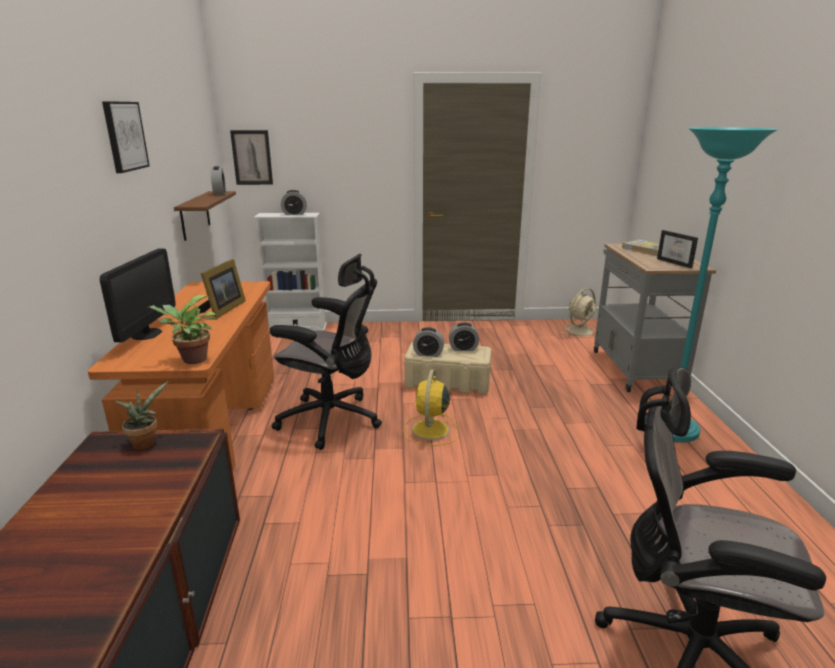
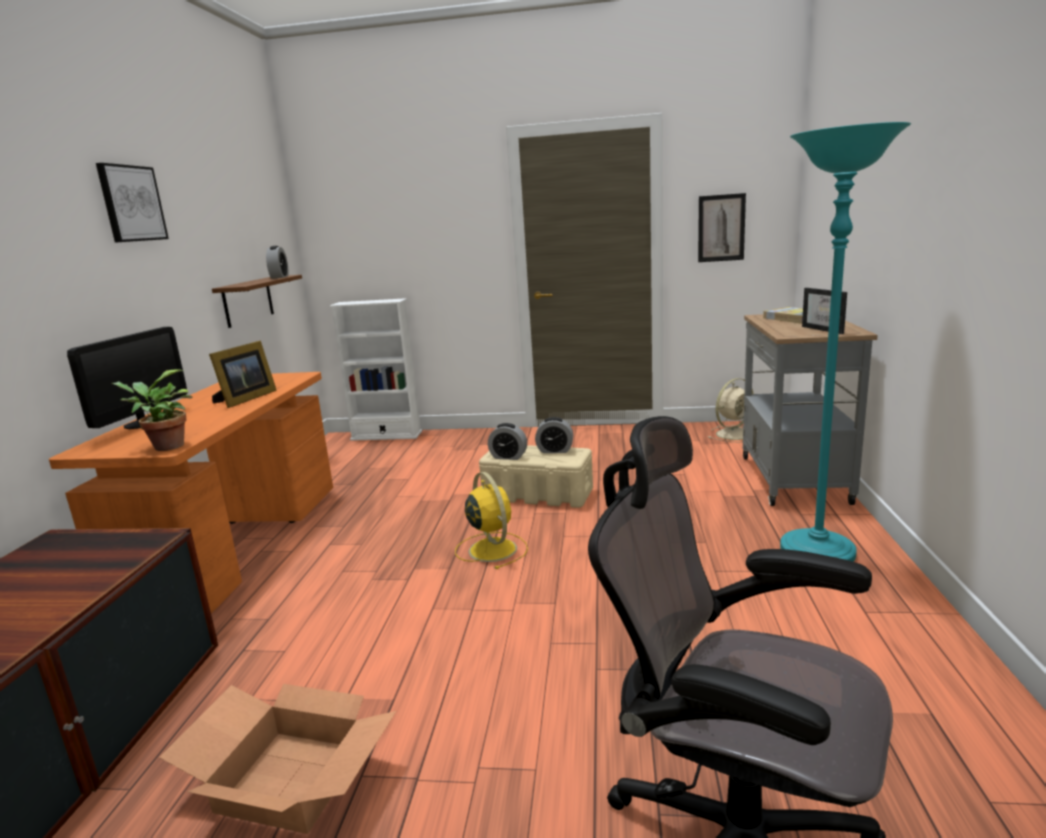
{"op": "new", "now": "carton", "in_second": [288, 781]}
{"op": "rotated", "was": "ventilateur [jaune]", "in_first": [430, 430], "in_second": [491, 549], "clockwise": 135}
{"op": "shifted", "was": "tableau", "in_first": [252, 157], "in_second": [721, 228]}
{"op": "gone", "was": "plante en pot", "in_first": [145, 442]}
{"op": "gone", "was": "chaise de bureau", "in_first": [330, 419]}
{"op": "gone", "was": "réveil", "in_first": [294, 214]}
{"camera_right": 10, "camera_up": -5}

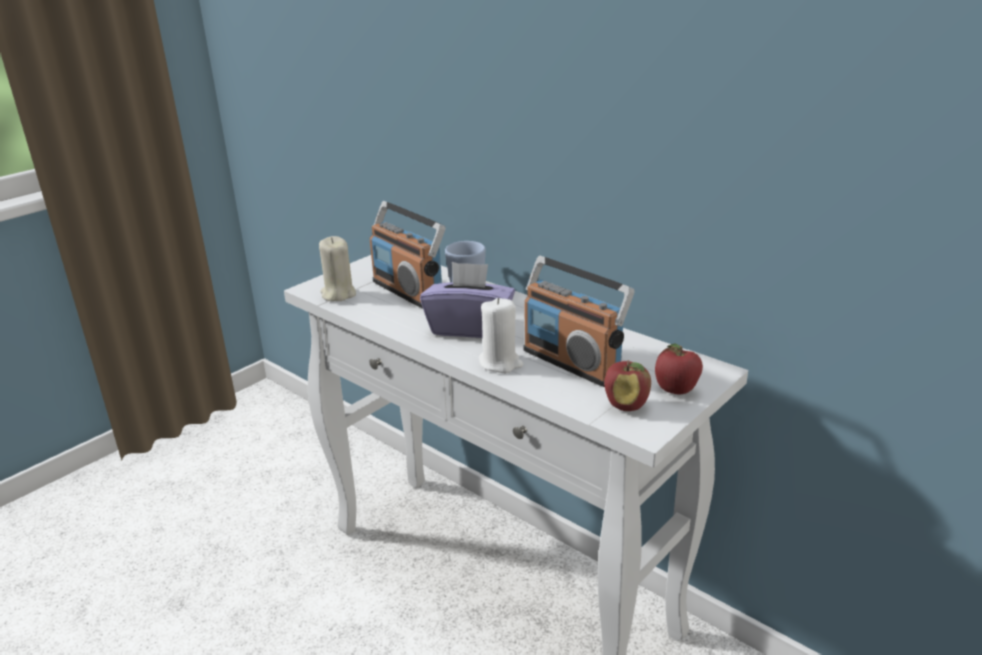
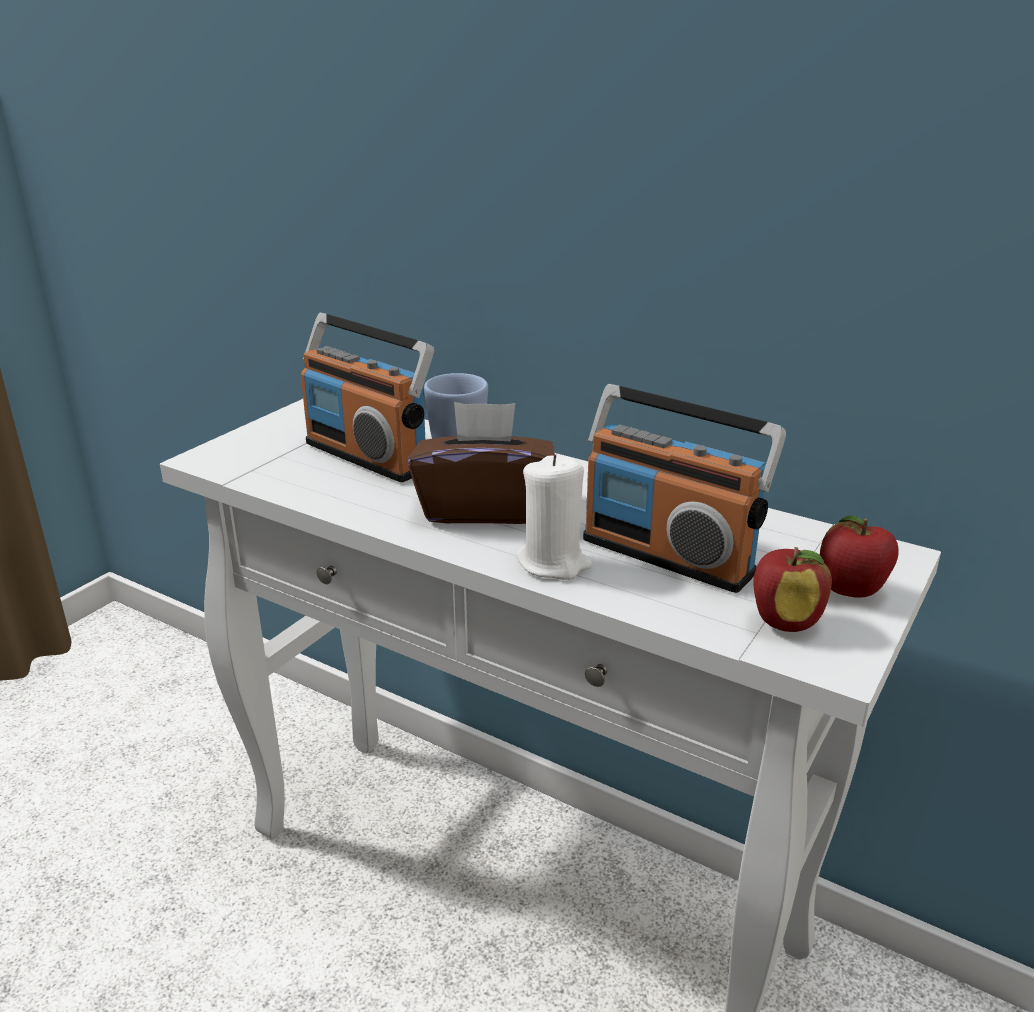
{"op": "repainted", "was": "boîte à mouchoirs [violet]", "now": "boîte à mouchoirs [marron]", "in_first": [470, 327], "in_second": [485, 508]}
{"op": "gone", "was": "bougie [beige]", "in_first": [338, 294]}
{"camera_right": -10, "camera_up": 0}

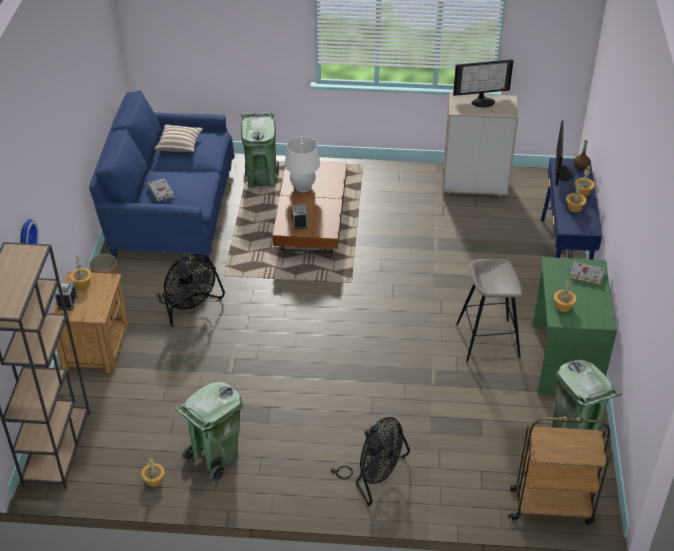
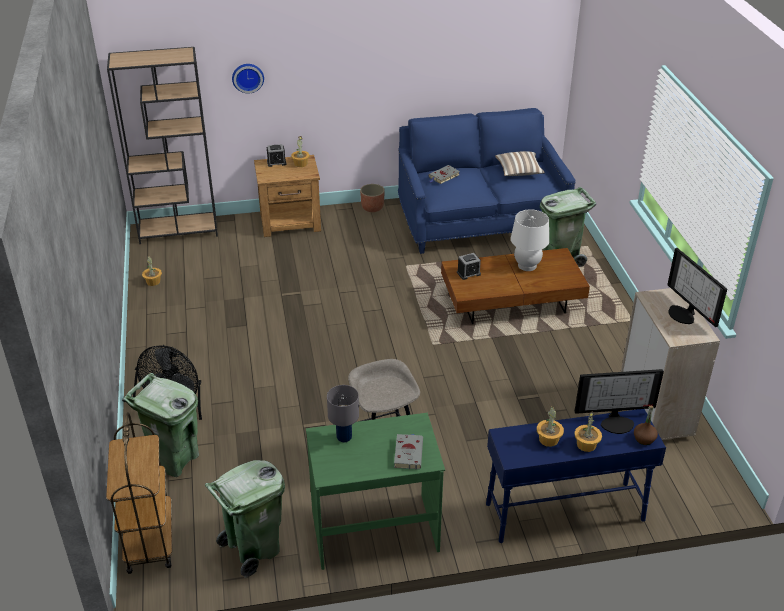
{"op": "shifted", "was": "poubelle [vert]", "in_first": [215, 458], "in_second": [174, 460]}
{"op": "swapped", "was": "plante en pot", "now": "lampe de table [gris]", "in_first": [563, 306], "in_second": [343, 438]}
{"op": "gone", "was": "ventilateur [noir]", "in_first": [187, 306]}
{"camera_right": 75, "camera_up": -5}

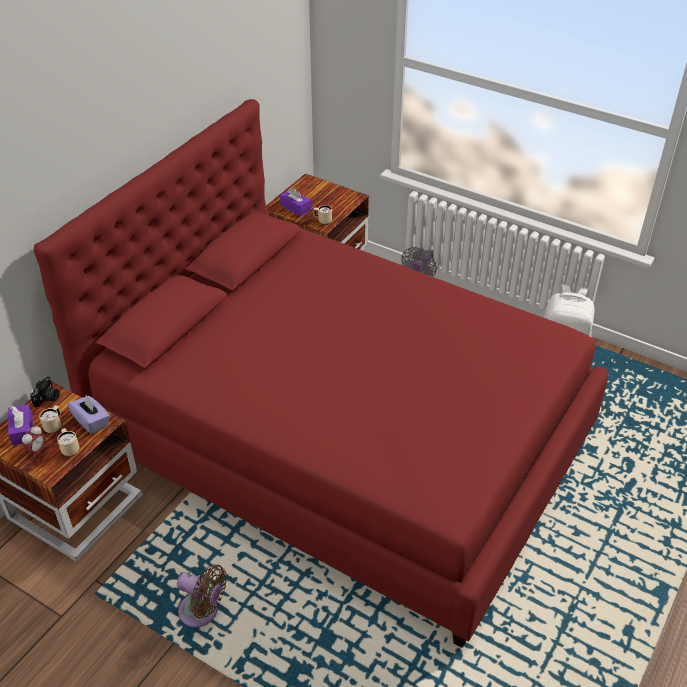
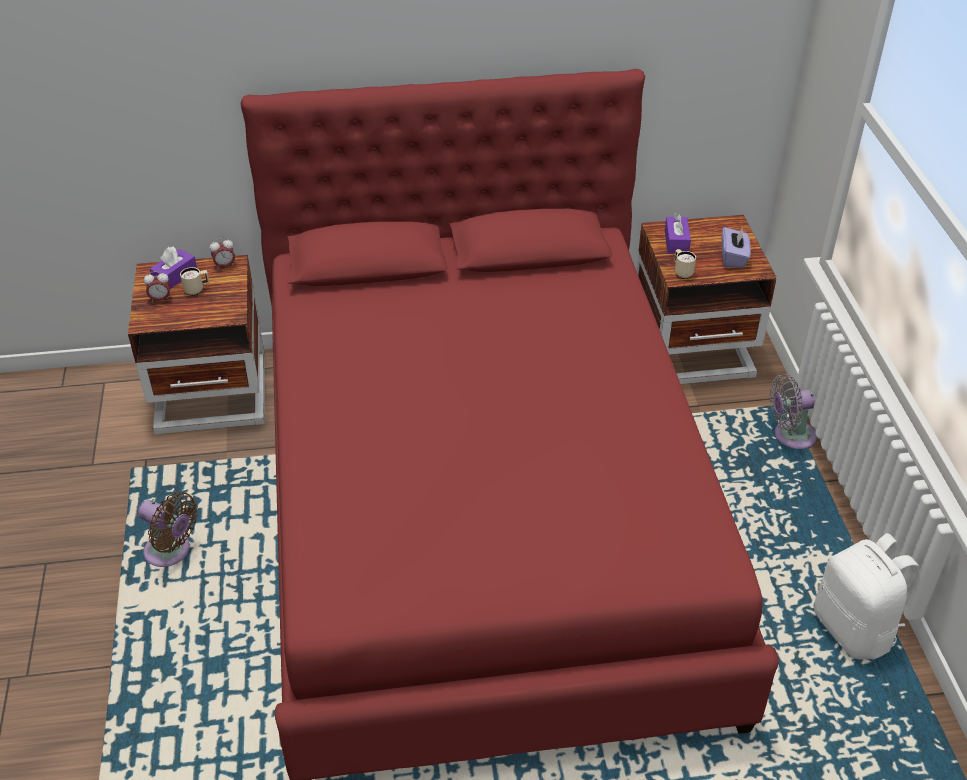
{"op": "rotated", "was": "ventilateur [marron]", "in_first": [202, 612], "in_second": [171, 552], "clockwise": -45}
{"op": "swapped", "was": "appareil photo", "now": "réveil", "in_first": [48, 398], "in_second": [225, 266]}
{"op": "shifted", "was": "boîte à mouchoirs [violet]", "in_first": [92, 422], "in_second": [733, 258]}
{"op": "gone", "was": "mug [beige]", "in_first": [70, 449]}
{"camera_right": 50, "camera_up": 0}

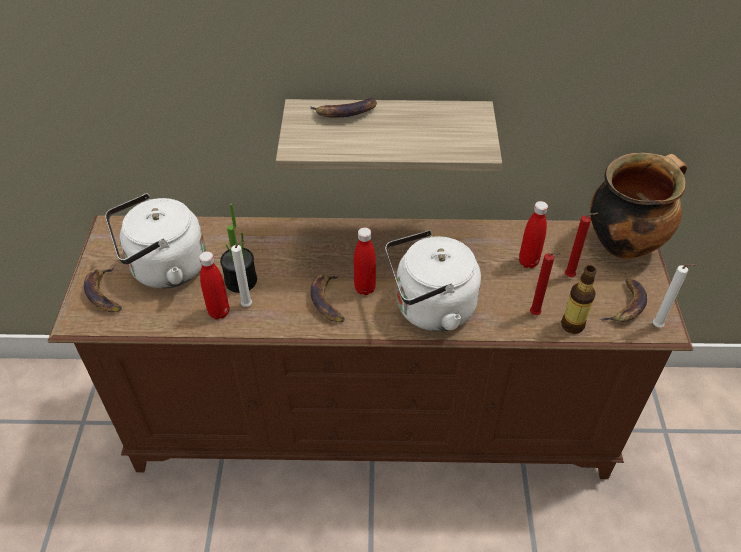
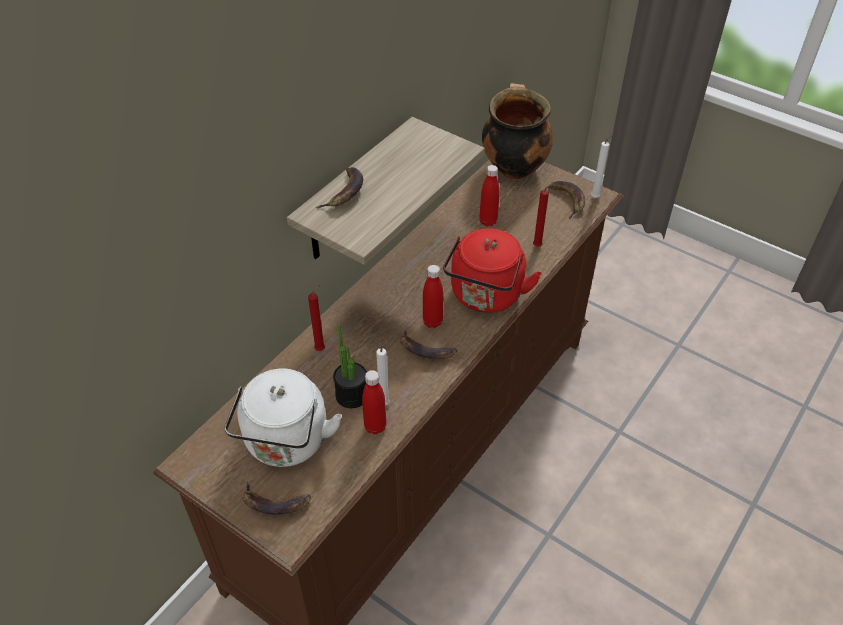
{"op": "shifted", "was": "bougie [rouge]", "in_first": [571, 276], "in_second": [321, 349]}
{"op": "repainted", "was": "bouilloire [blanc]", "now": "bouilloire [rouge]", "in_first": [429, 309], "in_second": [485, 296]}
{"op": "gone", "was": "bouteille", "in_first": [572, 325]}
{"camera_right": -55, "camera_up": 0}

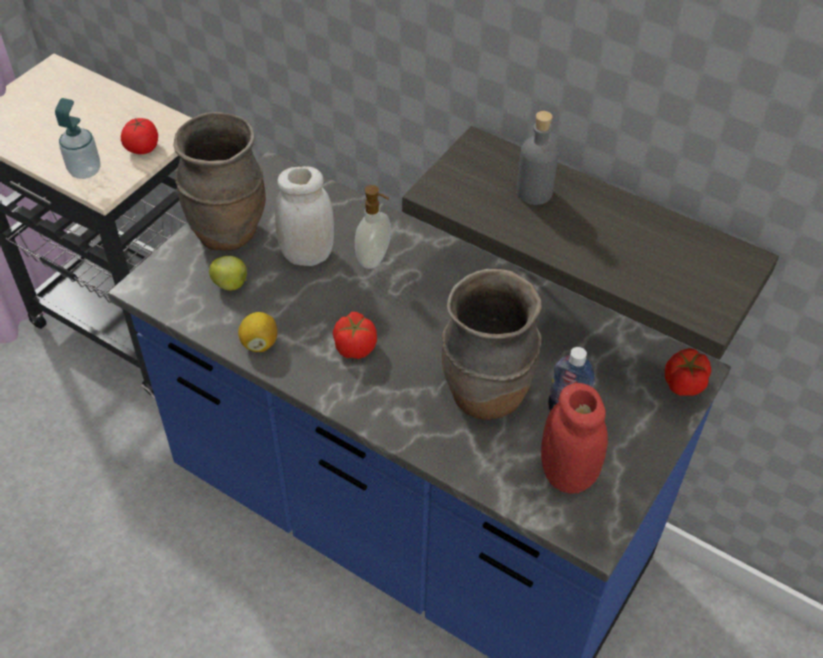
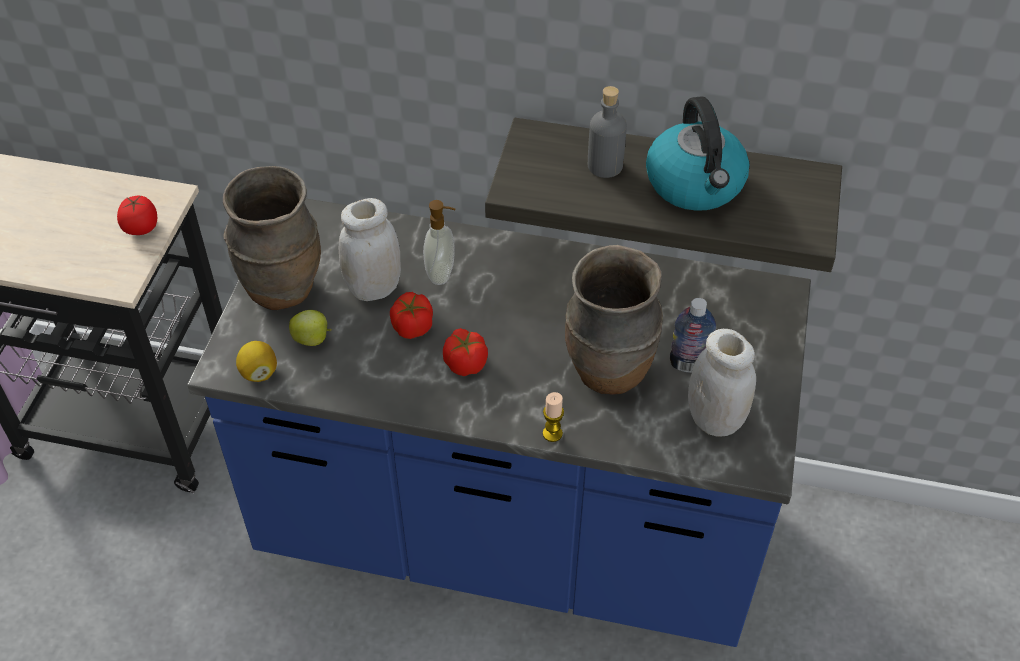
{"op": "shifted", "was": "citron", "in_first": [259, 343], "in_second": [259, 372]}
{"op": "shifted", "was": "tomate", "in_first": [683, 383], "in_second": [412, 327]}
{"op": "new", "now": "bougie", "in_second": [552, 433]}
{"op": "new", "now": "bouilloire", "in_second": [696, 184]}
{"op": "repainted", "was": "bocal [rouge]", "now": "bocal [blanc]", "in_first": [567, 474], "in_second": [715, 419]}
{"op": "gone", "was": "distributeur de savon", "in_first": [85, 170]}
{"camera_right": -20, "camera_up": 0}

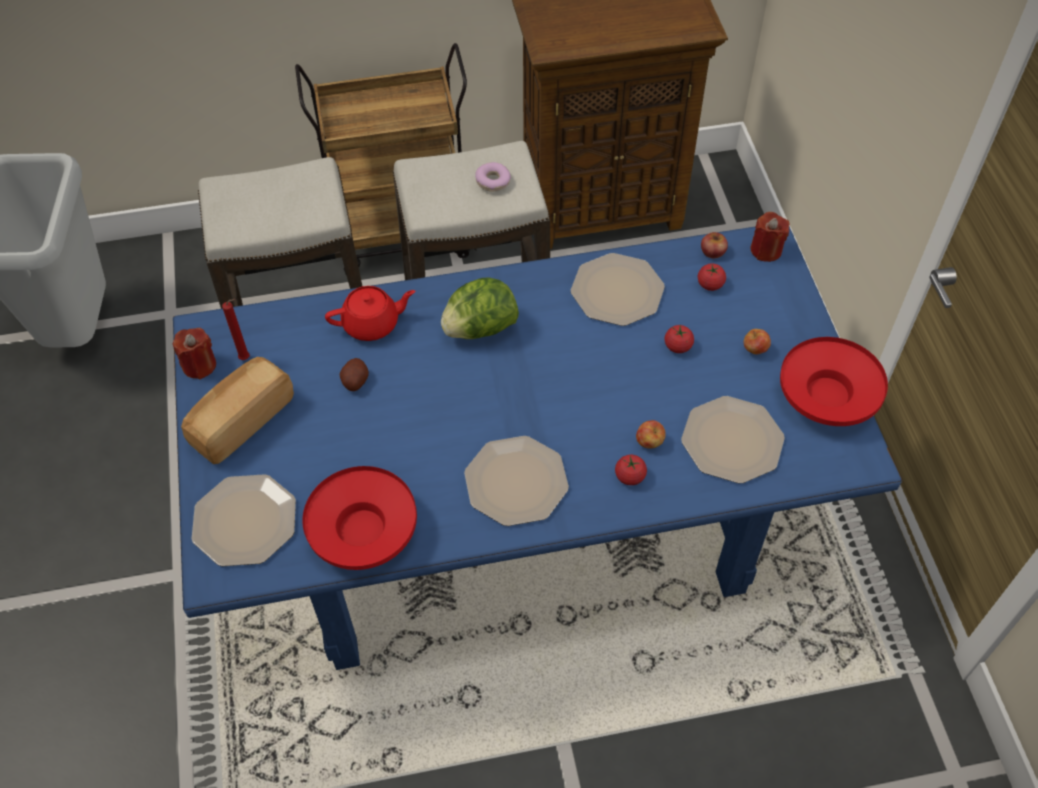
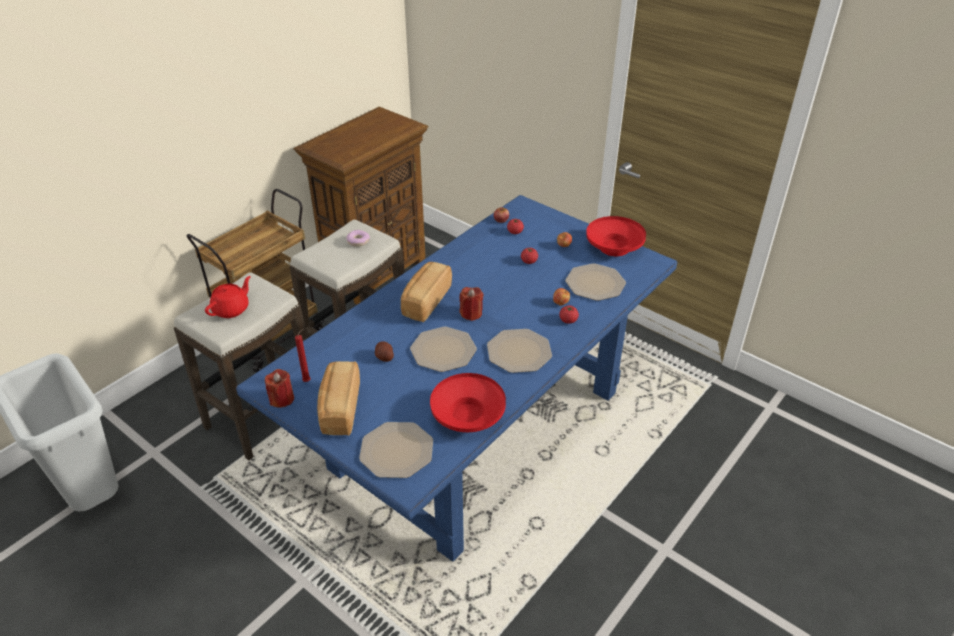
{"op": "shifted", "was": "théière [rouge]", "in_first": [372, 324], "in_second": [232, 309]}
{"op": "swapped", "was": "laitue", "now": "pain", "in_first": [480, 328], "in_second": [425, 302]}
{"op": "shifted", "was": "assiette", "in_first": [618, 290], "in_second": [443, 350]}
{"op": "shifted", "was": "bougie [rouge]", "in_first": [766, 250], "in_second": [471, 313]}
{"camera_right": -40, "camera_up": -15}

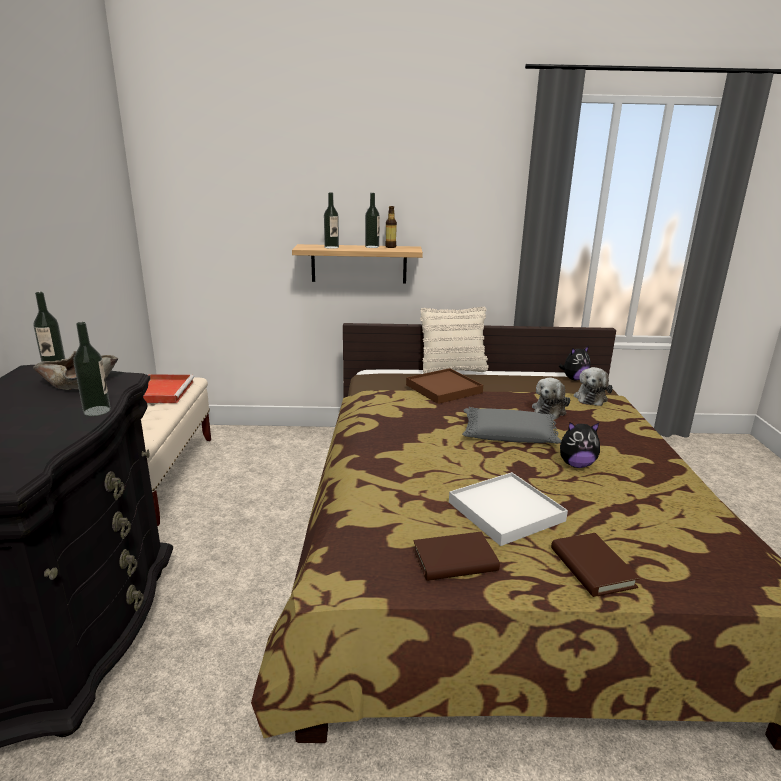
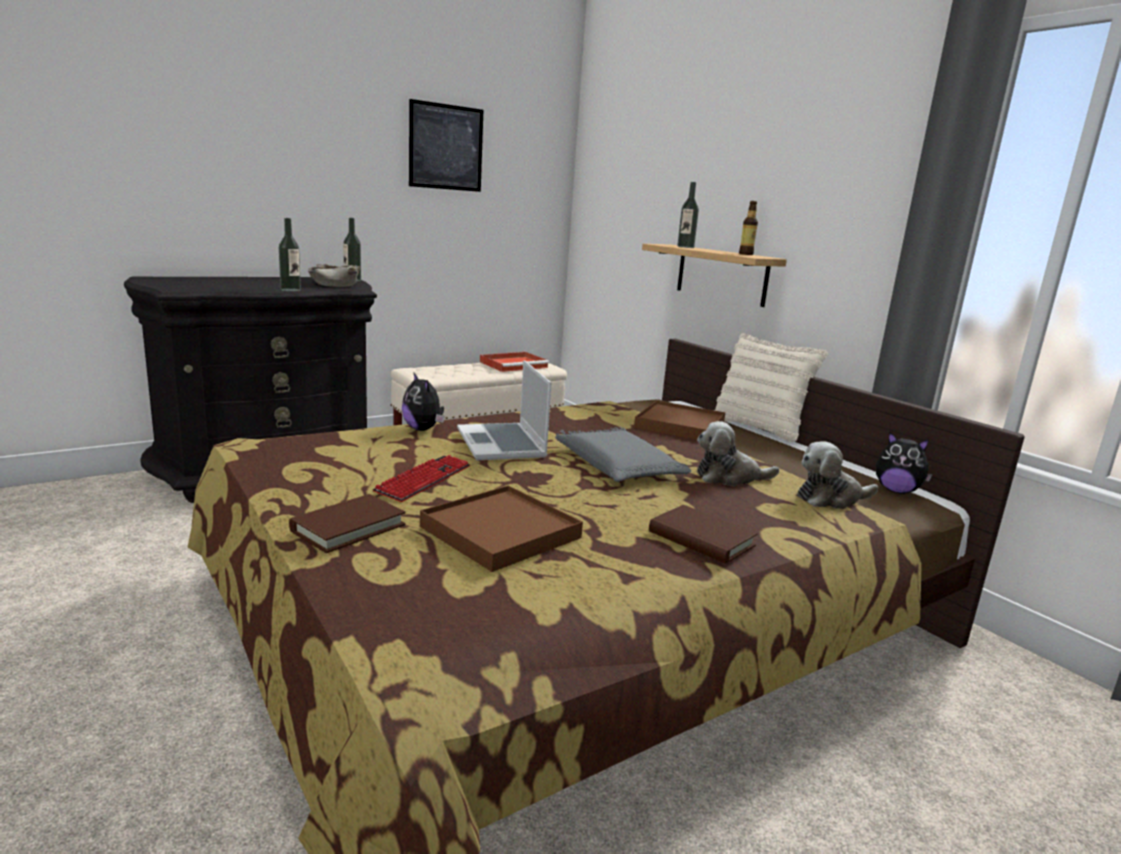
{"op": "swapped", "was": "plateau [blanc]", "now": "clavier", "in_first": [505, 511], "in_second": [424, 479]}
{"op": "shifted", "was": "peluche", "in_first": [576, 464], "in_second": [423, 429]}
{"op": "new", "now": "tableau", "in_second": [446, 147]}
{"op": "new", "now": "plateau [marron]", "in_second": [500, 532]}
{"op": "new", "now": "ordinateur portable", "in_second": [502, 444]}
{"op": "shifted", "was": "livre [marron]", "in_first": [455, 560], "in_second": [701, 539]}
{"op": "gone", "was": "bouteille", "in_first": [372, 246]}
{"camera_right": 55, "camera_up": -5}

